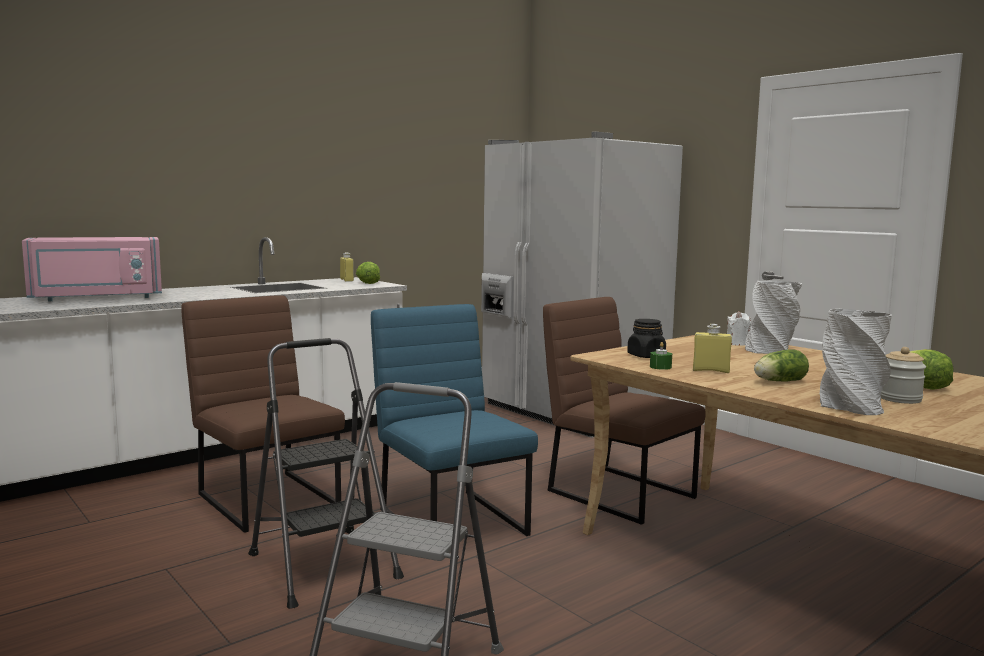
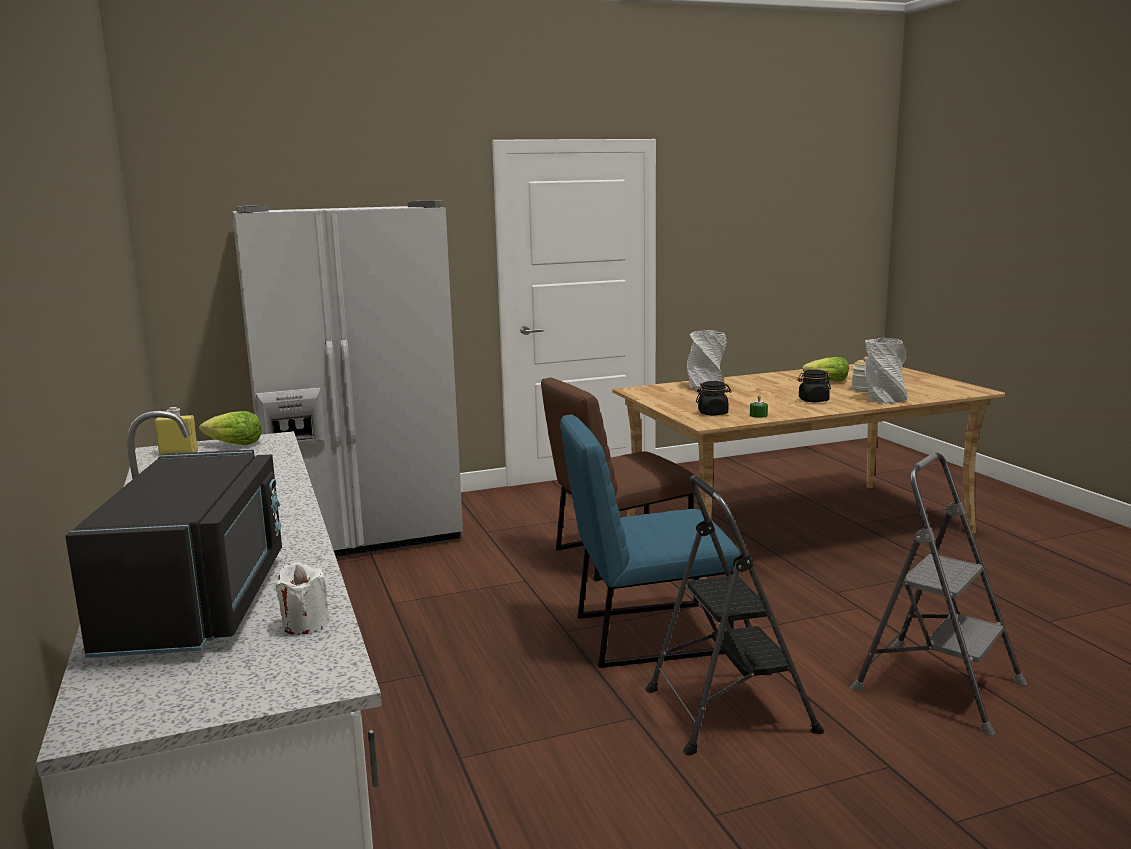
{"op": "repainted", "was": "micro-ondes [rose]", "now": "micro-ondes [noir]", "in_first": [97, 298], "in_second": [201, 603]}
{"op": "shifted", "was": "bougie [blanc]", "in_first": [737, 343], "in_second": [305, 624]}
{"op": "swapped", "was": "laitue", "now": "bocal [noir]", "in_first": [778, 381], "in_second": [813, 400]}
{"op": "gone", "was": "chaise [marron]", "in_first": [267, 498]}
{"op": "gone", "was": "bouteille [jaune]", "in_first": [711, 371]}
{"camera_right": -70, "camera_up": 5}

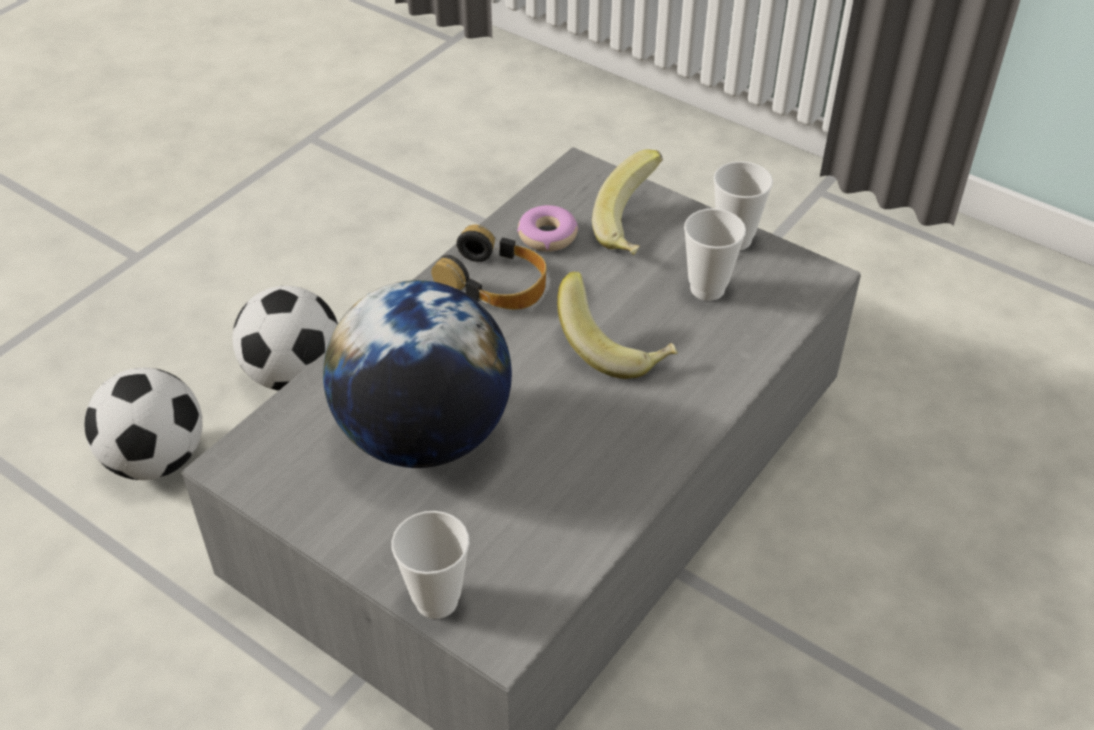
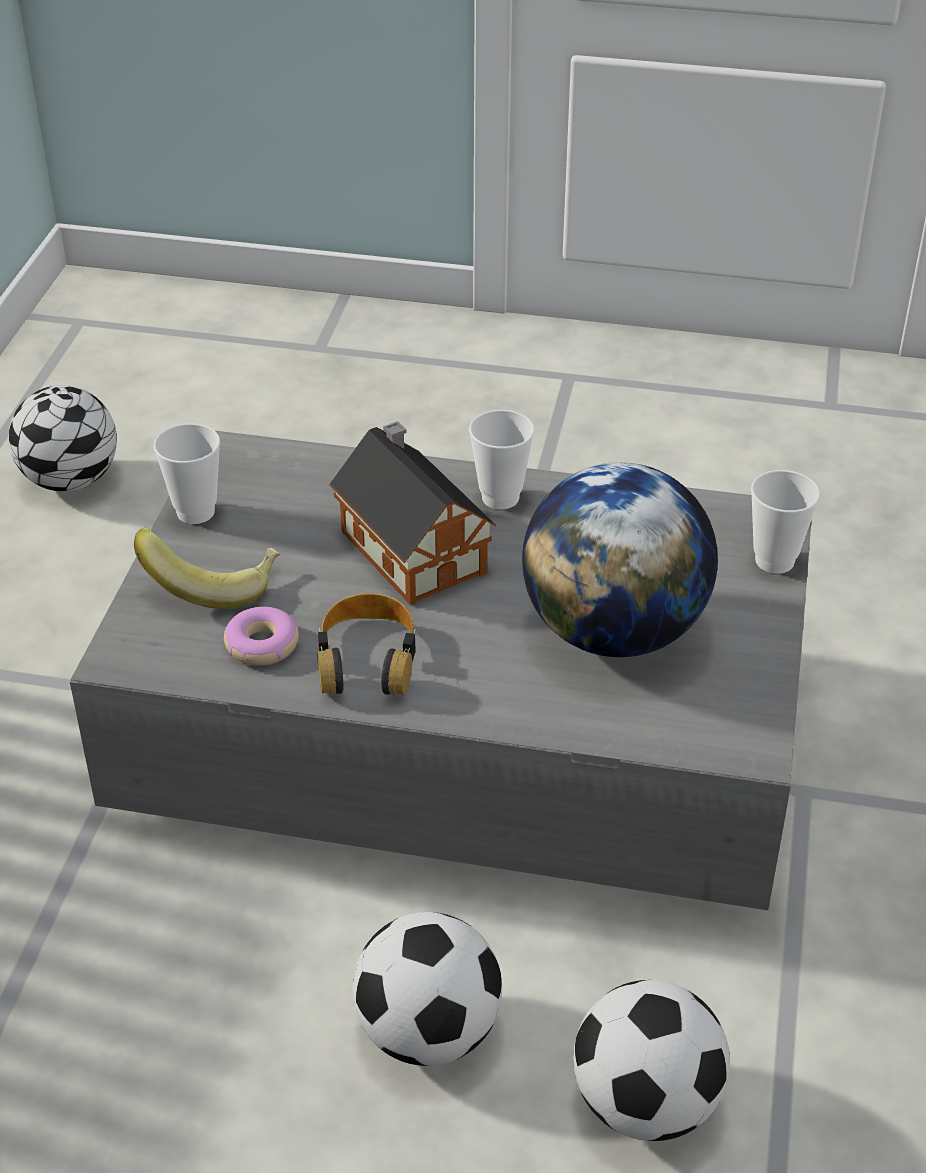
{"op": "new", "now": "ballon de foot", "in_second": [71, 480]}
{"op": "swapped", "was": "banane", "now": "maison miniature", "in_first": [615, 347], "in_second": [411, 548]}
{"op": "shifted", "was": "tasse", "in_first": [707, 289], "in_second": [500, 498]}
{"camera_right": -115, "camera_up": -5}

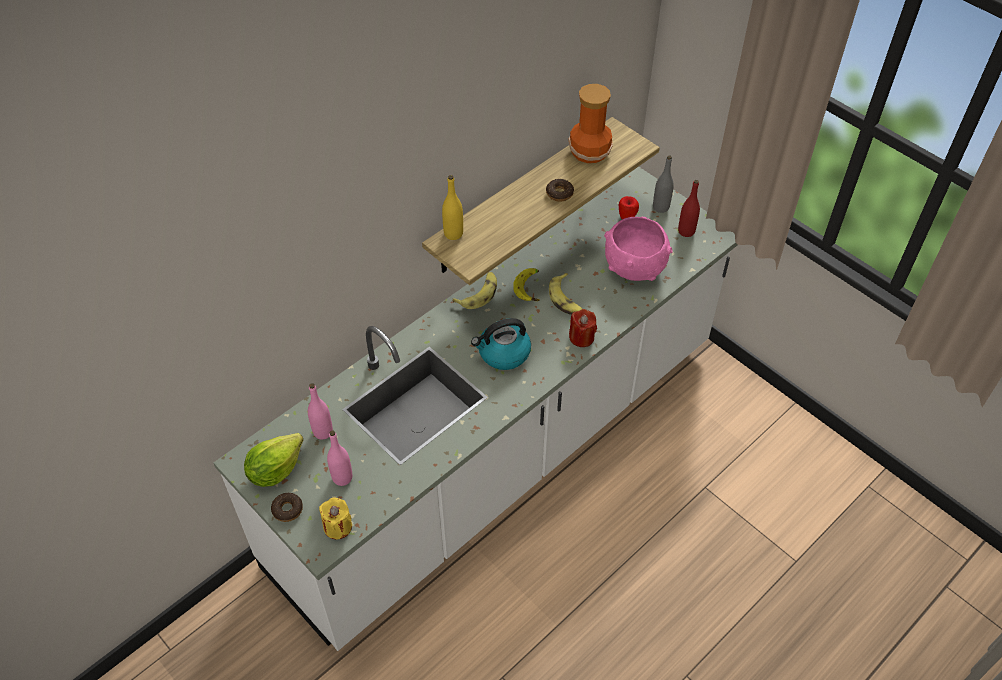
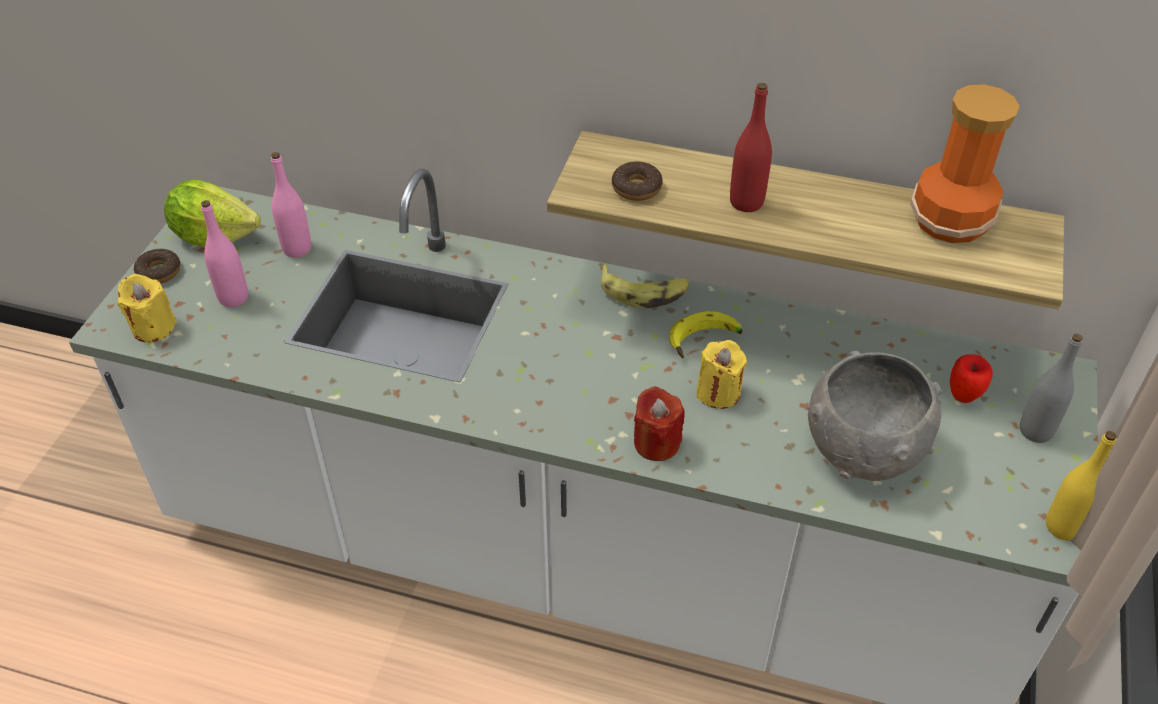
{"op": "shifted", "was": "beignet", "in_first": [559, 193], "in_second": [636, 188]}
{"op": "swapped", "was": "banane", "now": "bougie [jaune]", "in_first": [566, 299], "in_second": [718, 392]}
{"op": "shifted", "was": "bouteille [rouge]", "in_first": [686, 231], "in_second": [746, 202]}
{"op": "repainted", "was": "bol [rose]", "now": "bol [gris]", "in_first": [634, 268], "in_second": [863, 450]}
{"op": "shifted", "was": "bouteille [jaune]", "in_first": [453, 234], "in_second": [1063, 527]}
{"op": "gone", "was": "bouilloire", "in_first": [503, 353]}
{"camera_right": 60, "camera_up": -5}

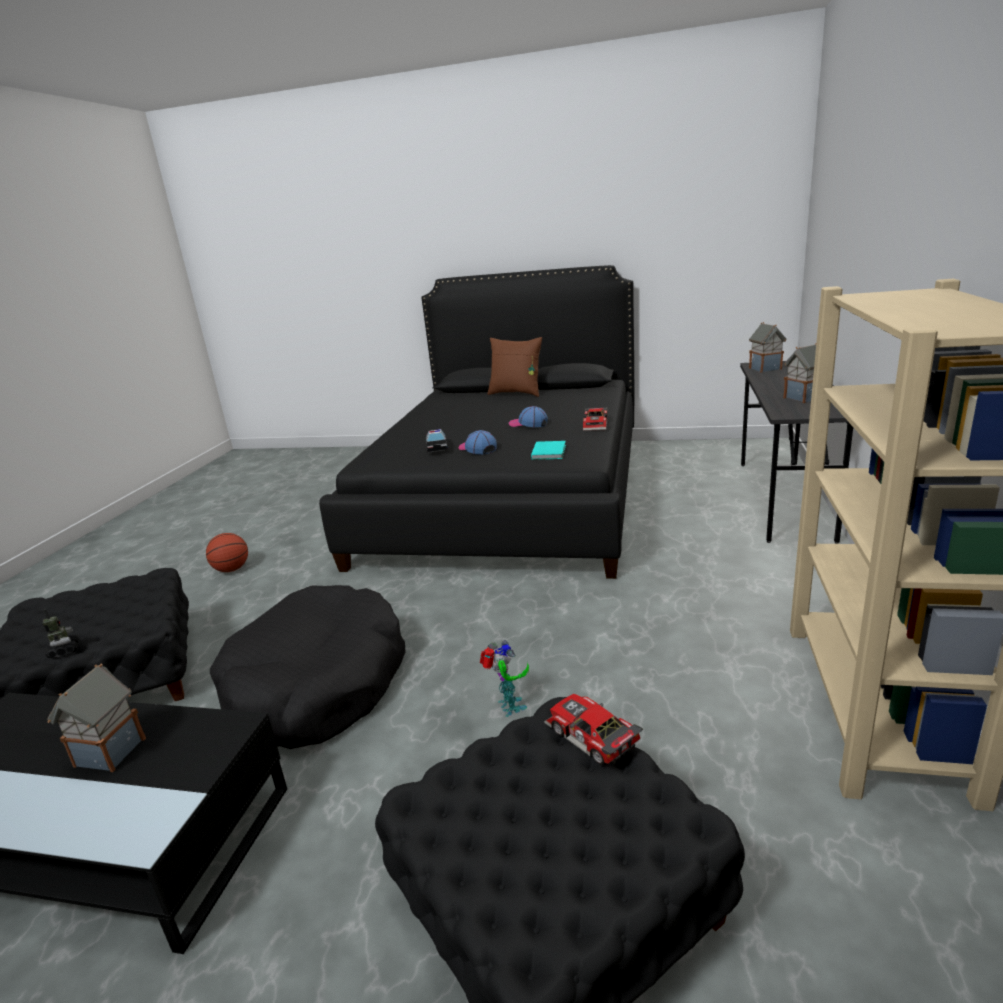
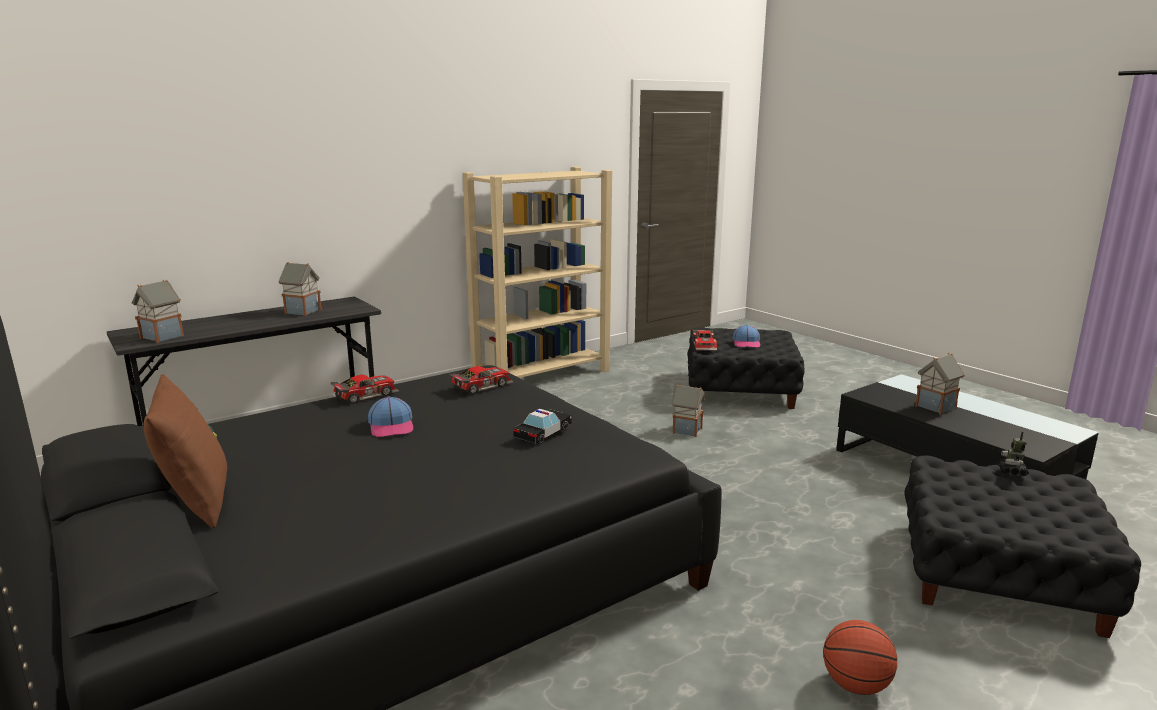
{"op": "swapped", "was": "livre [turquoise]", "now": "petite voiture", "in_first": [549, 452], "in_second": [480, 385]}
{"op": "swapped", "was": "robot jouet", "now": "maison miniature", "in_first": [509, 707], "in_second": [686, 430]}
{"op": "shifted", "was": "casquette", "in_first": [477, 448], "in_second": [746, 343]}
{"op": "gone", "was": "panier pour chien [noir]", "in_first": [317, 685]}
{"camera_right": -140, "camera_up": -5}

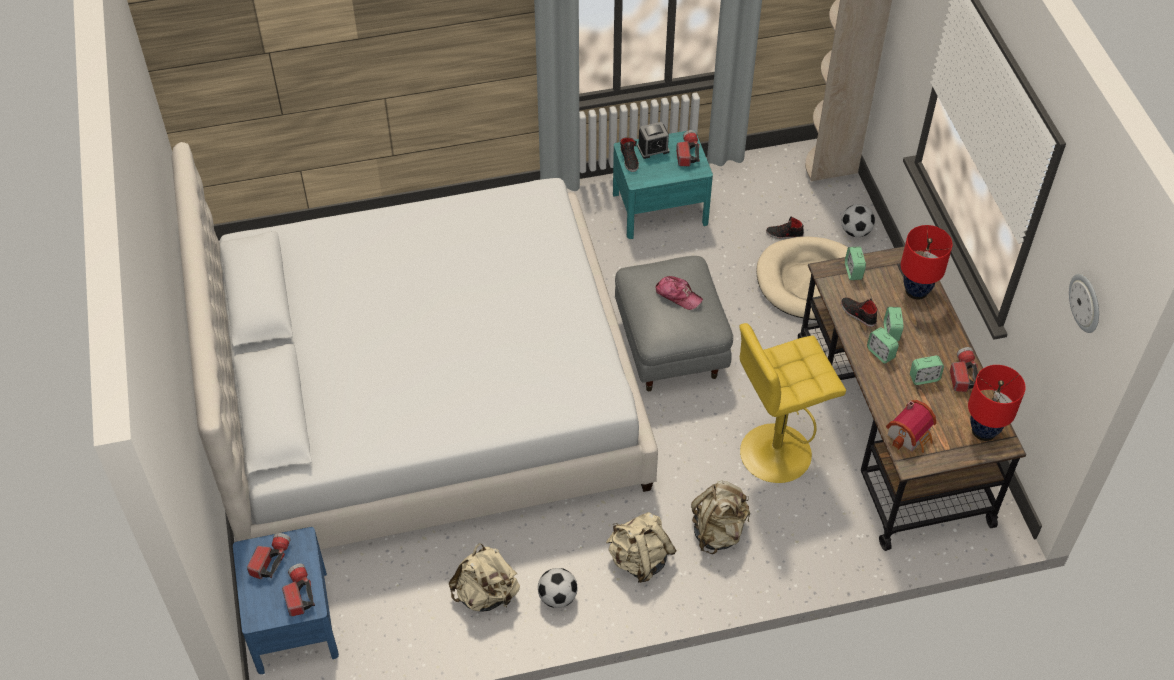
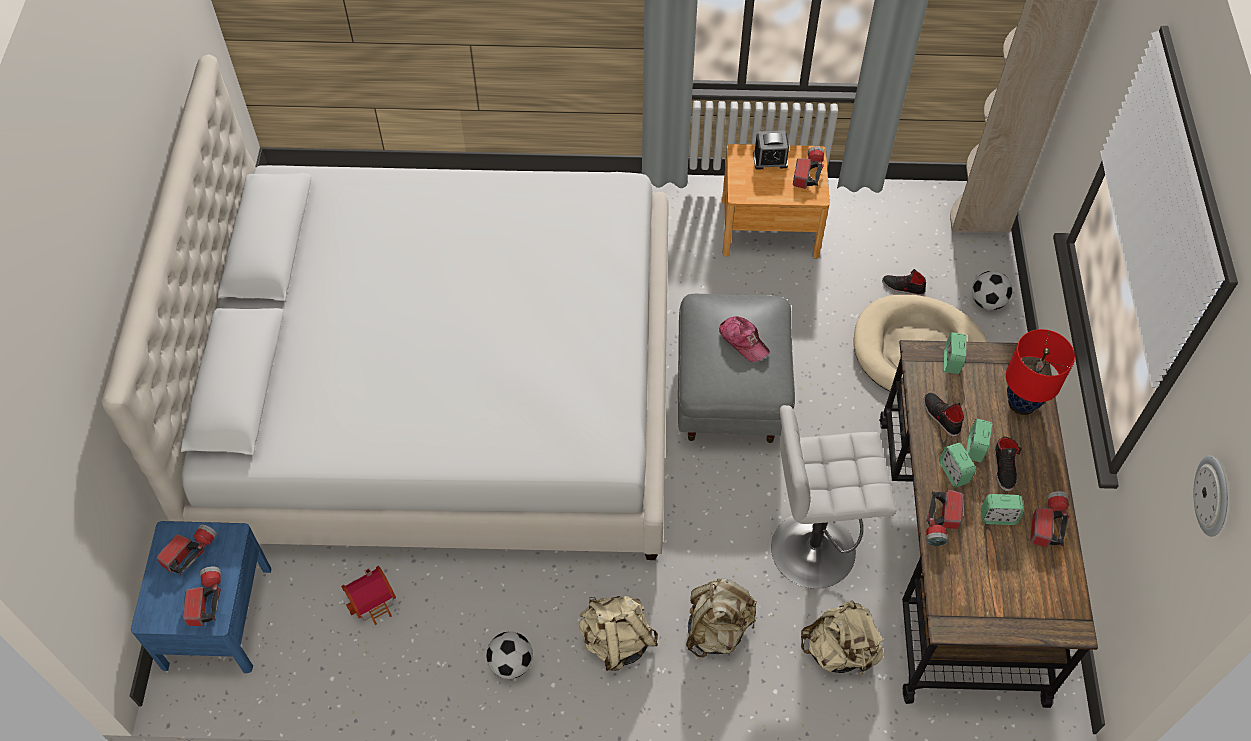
{"op": "shifted", "was": "maison miniature", "in_first": [911, 435], "in_second": [374, 601]}
{"op": "repainted", "was": "table de chevet [turquoise]", "now": "table de chevet [marron]", "in_first": [660, 208], "in_second": [769, 227]}
{"op": "repainted", "was": "tabouret [jaune]", "now": "tabouret [blanc]", "in_first": [774, 453], "in_second": [812, 549]}
{"op": "shifted", "was": "sac à dos [beige]", "in_first": [486, 594], "in_second": [839, 651]}
{"op": "new", "now": "lampe de poche", "in_second": [941, 522]}
{"op": "shifted", "was": "chaussure [noir]", "in_first": [629, 159], "in_second": [1004, 468]}
{"op": "gone", "was": "lampe de table [rouge]", "in_first": [984, 431]}
{"camera_right": 15, "camera_up": 5}

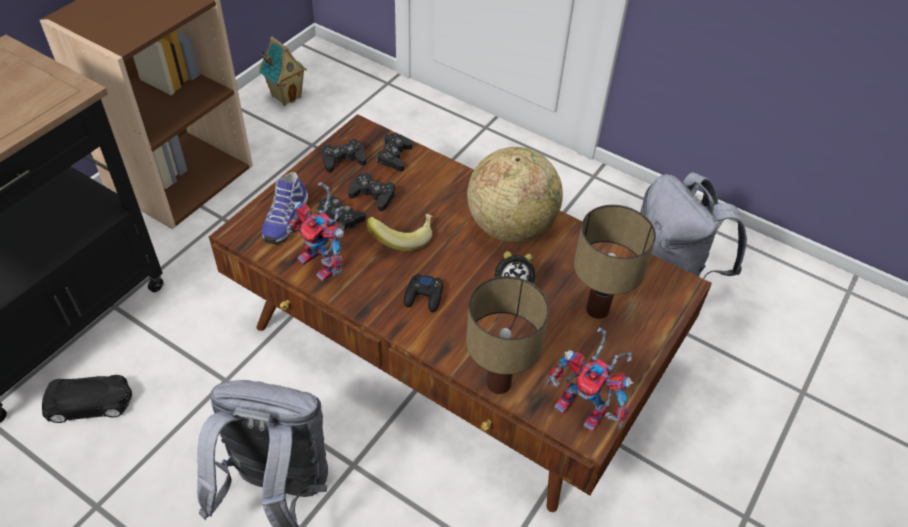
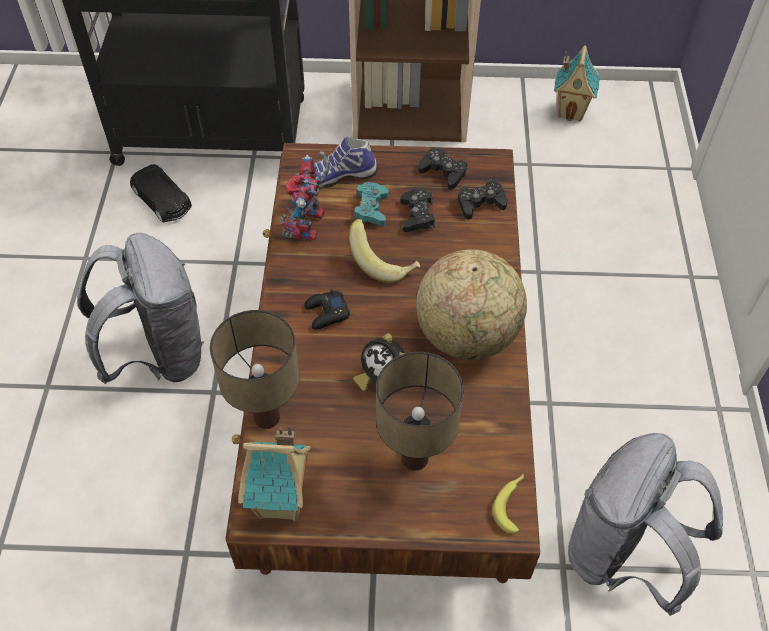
{"op": "swapped", "was": "robot jouet", "now": "maison miniature", "in_first": [586, 410], "in_second": [282, 502]}
{"op": "repainted", "was": "manette [noir]", "now": "manette [turquoise]", "in_first": [340, 218], "in_second": [371, 209]}
{"op": "new", "now": "banane", "in_second": [512, 504]}
{"camera_right": 60, "camera_up": 5}

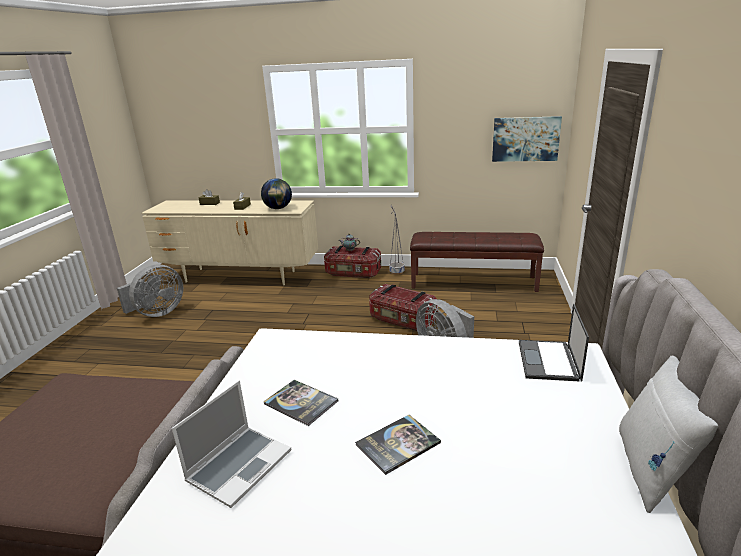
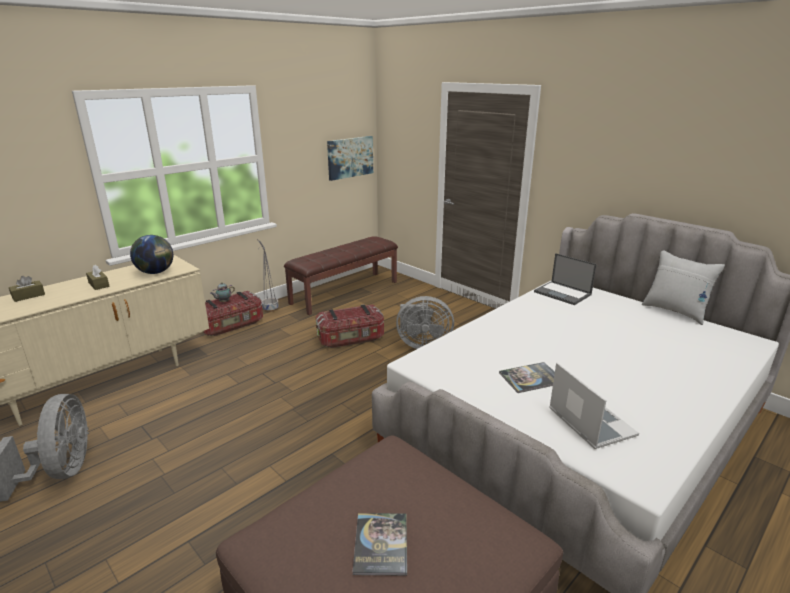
{"op": "shifted", "was": "livre", "in_first": [398, 444], "in_second": [381, 544]}
{"camera_right": -55, "camera_up": 0}

